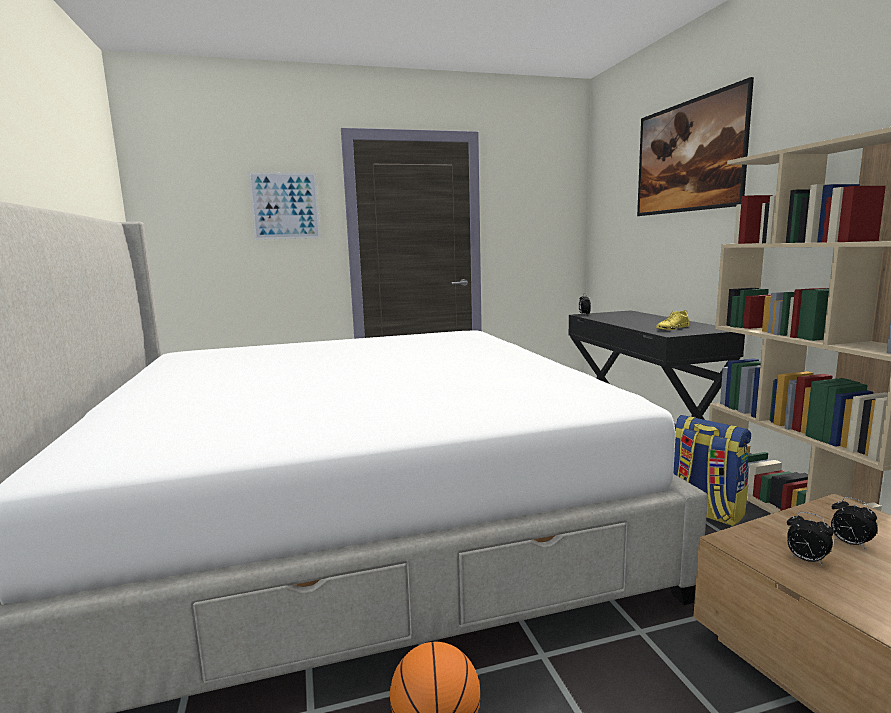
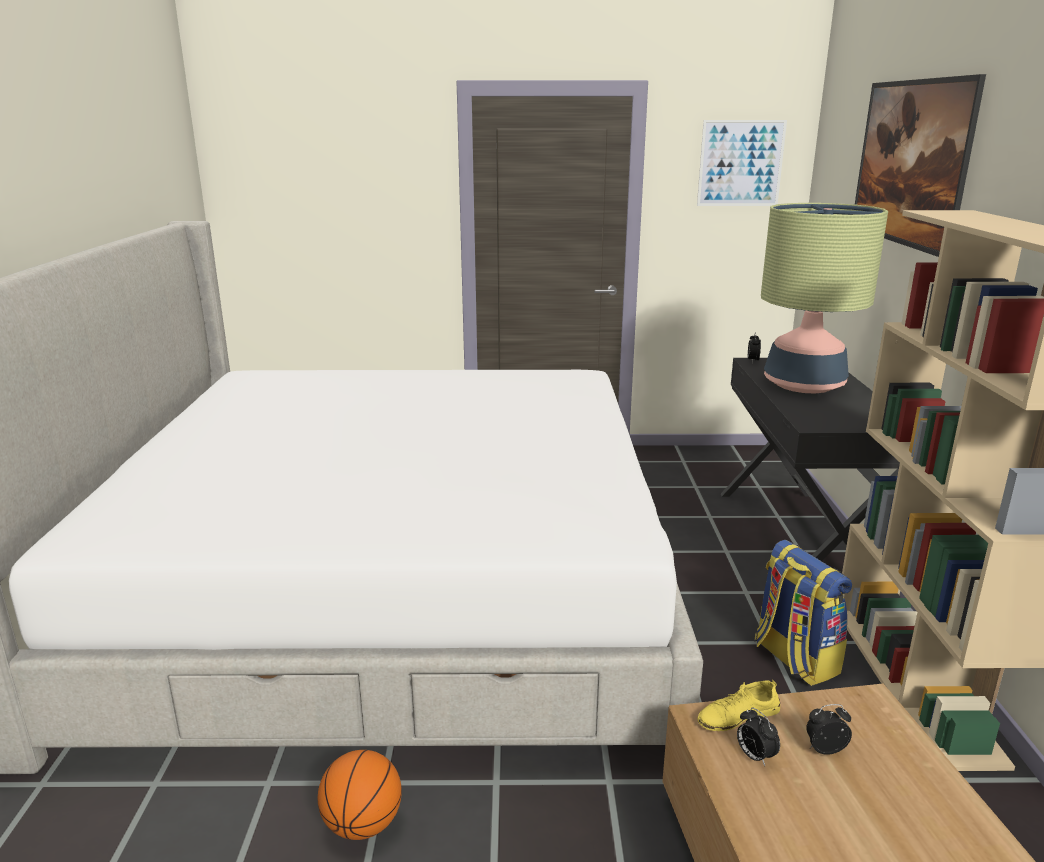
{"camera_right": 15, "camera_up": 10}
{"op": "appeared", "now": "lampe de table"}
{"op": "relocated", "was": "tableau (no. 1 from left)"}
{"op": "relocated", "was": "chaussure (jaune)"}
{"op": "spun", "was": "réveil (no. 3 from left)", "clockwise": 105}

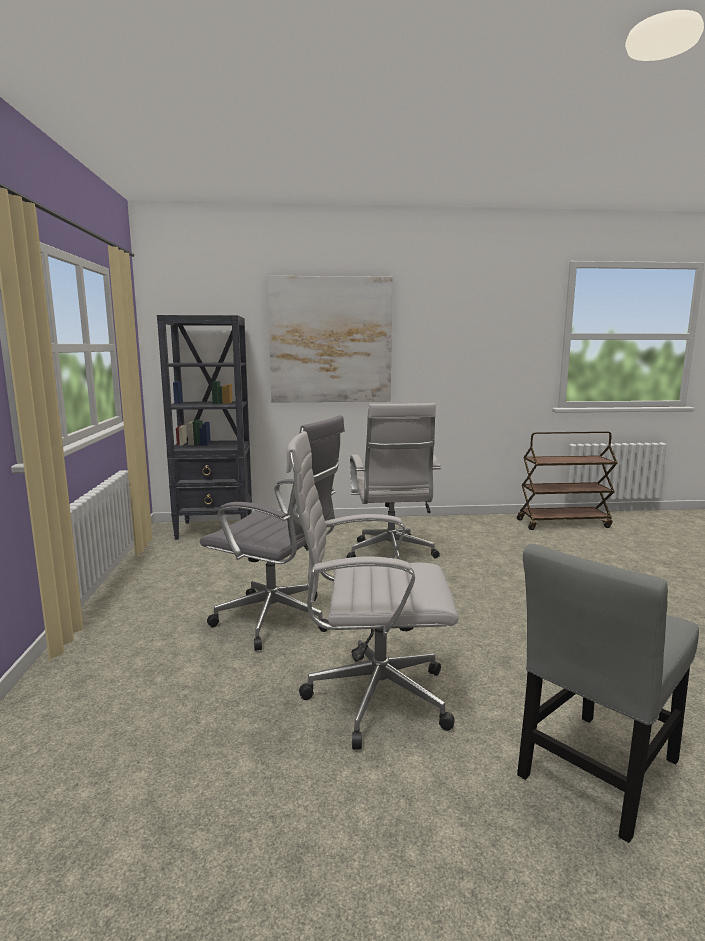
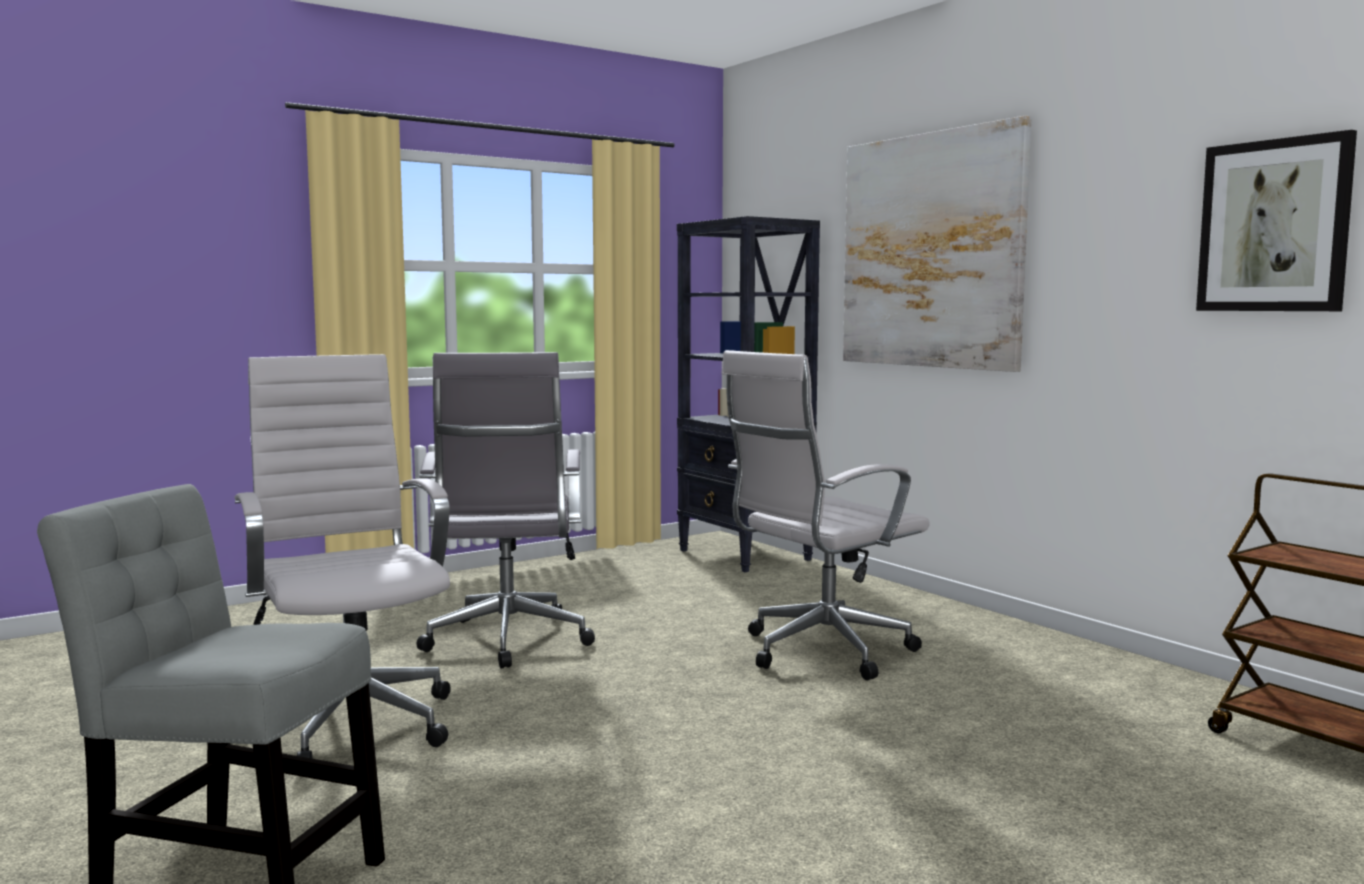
{"camera_right": 60, "camera_up": -5}
{"op": "appeared", "now": "tableau (no. 2 from left)"}

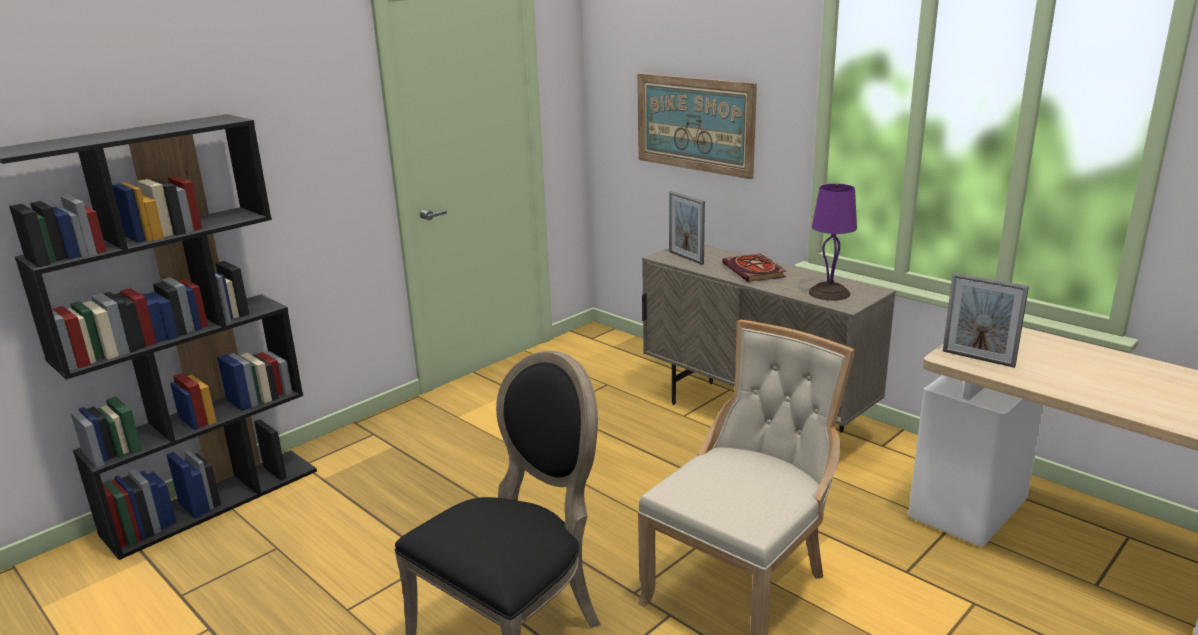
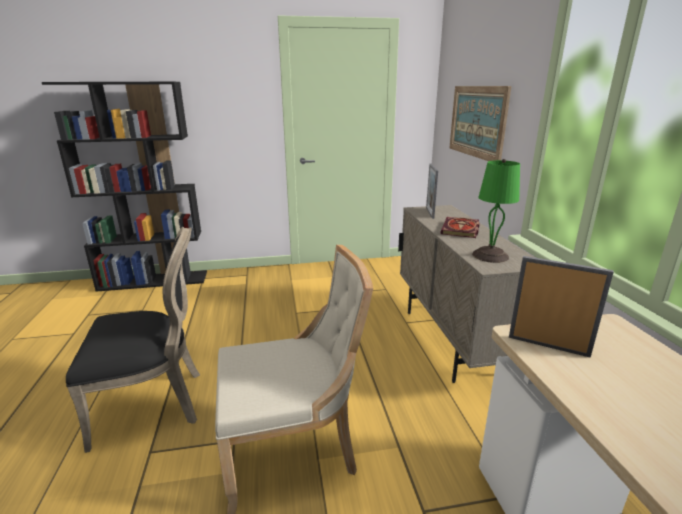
{"camera_right": 35, "camera_up": 0}
{"op": "colour", "was": "lampe de table (violet)", "now": "lampe de table (vert)"}
{"op": "spun", "was": "cadre photo (no. 2 from left)", "clockwise": 135}

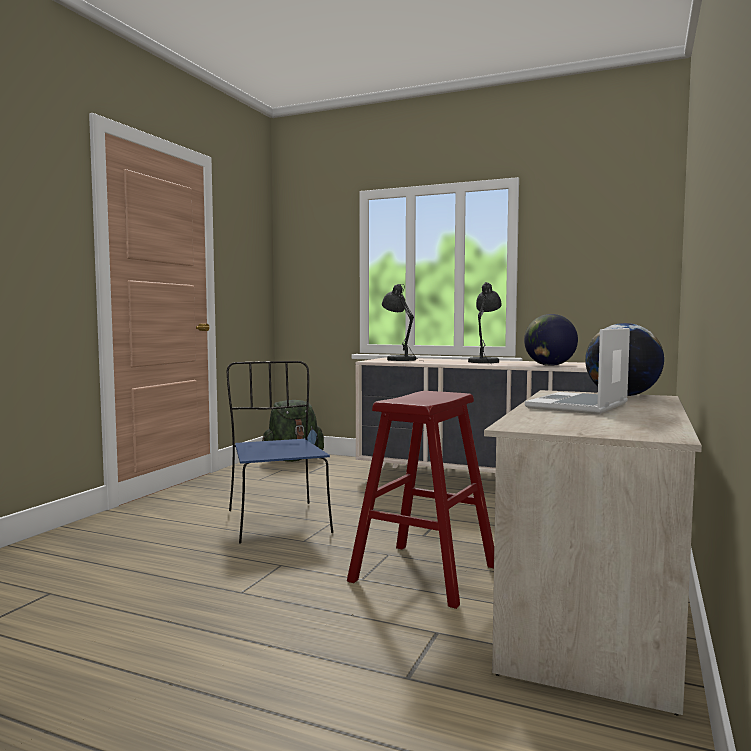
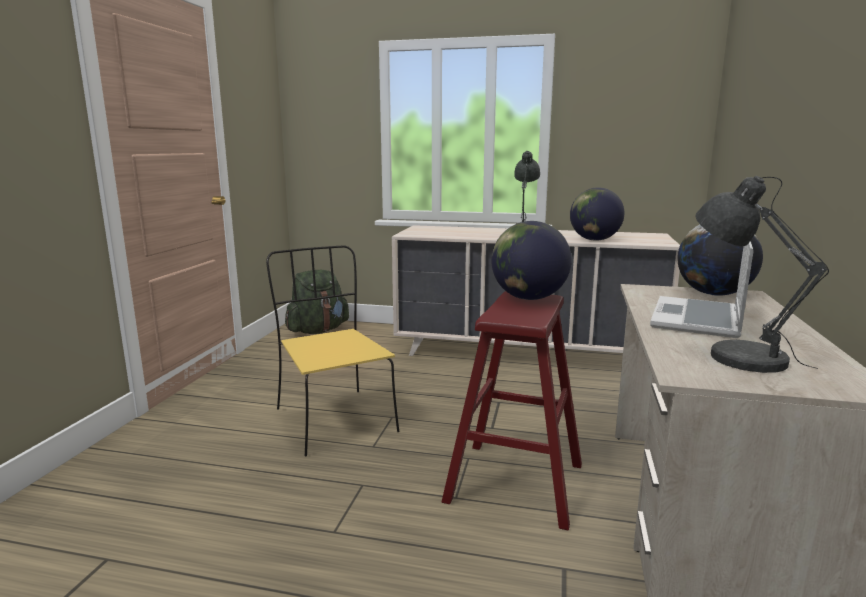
{"camera_right": -10, "camera_up": 10}
{"op": "appeared", "now": "globe (no. 1 from left)"}
{"op": "relocated", "was": "lampe de table (gris) (no. 1 from left in the first image)", "now": "lampe de table (gris) (no. 2 from left)"}
{"op": "colour", "was": "chaise (bleu)", "now": "chaise (jaune)"}

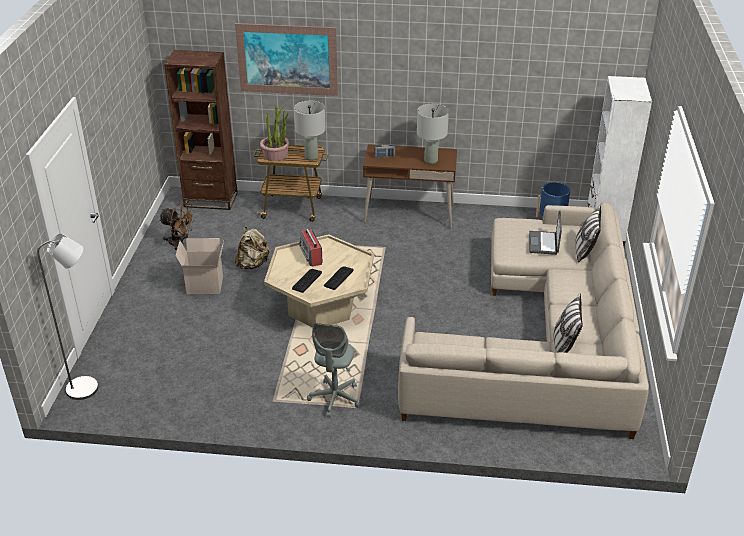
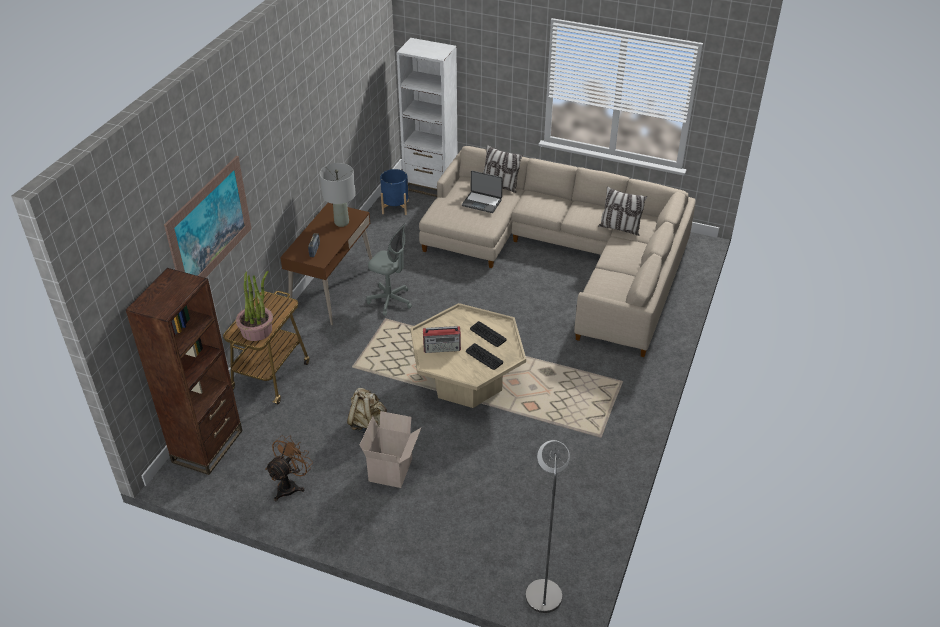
{"camera_right": -75, "camera_up": 5}
{"op": "missing", "was": "lampe de table (gris) (no. 1 from left)"}
{"op": "relocated", "was": "chaise de bureau (gris)"}

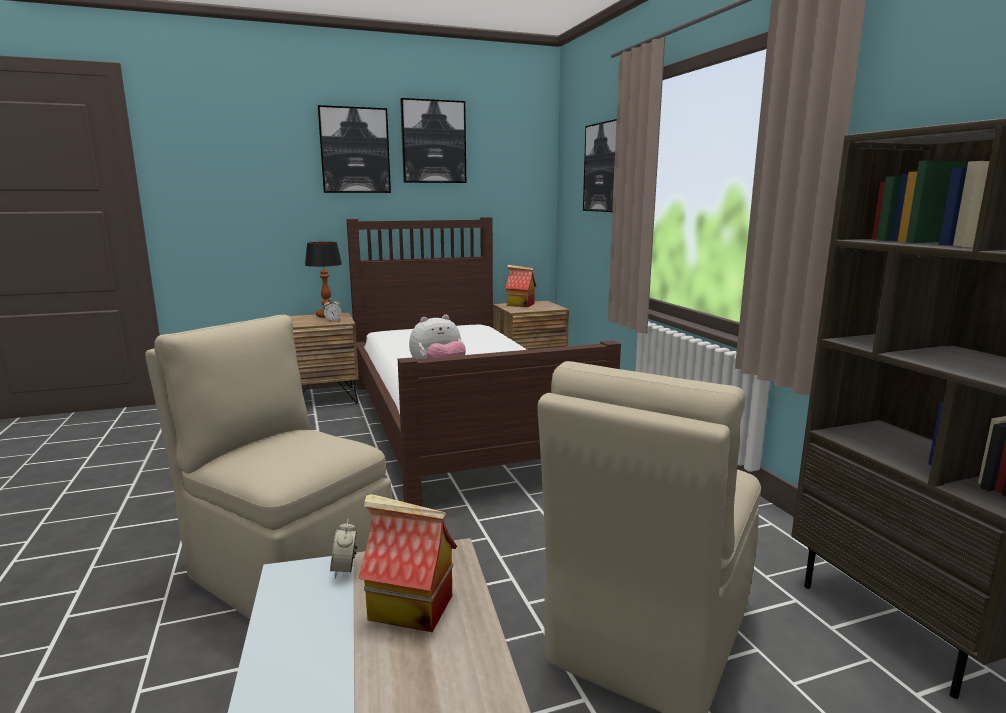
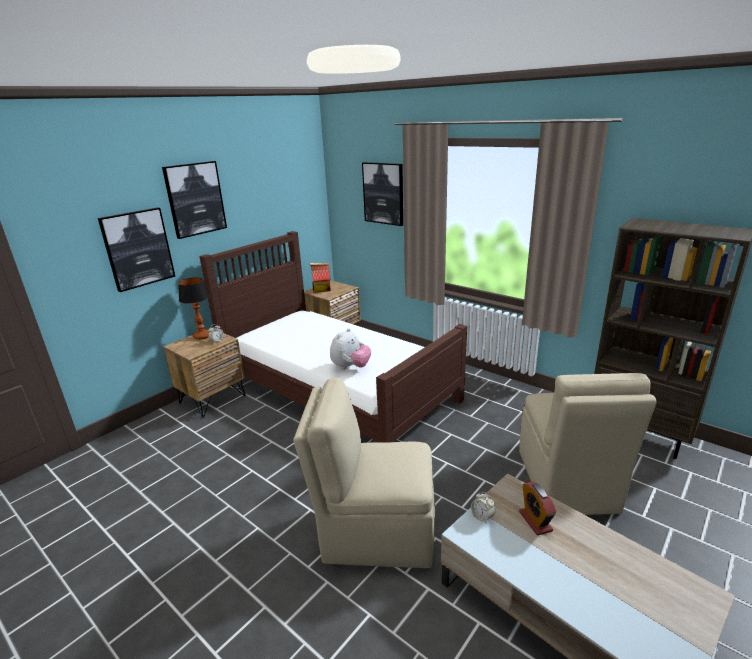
{"camera_right": -30, "camera_up": 10}
{"op": "relocated", "was": "tableau (no. 2 from left in the first image)", "now": "tableau (no. 1 from left)"}
{"op": "exchanged", "was": "maison miniature (no. 1 from left)", "now": "réveil (no. 3 from left)"}

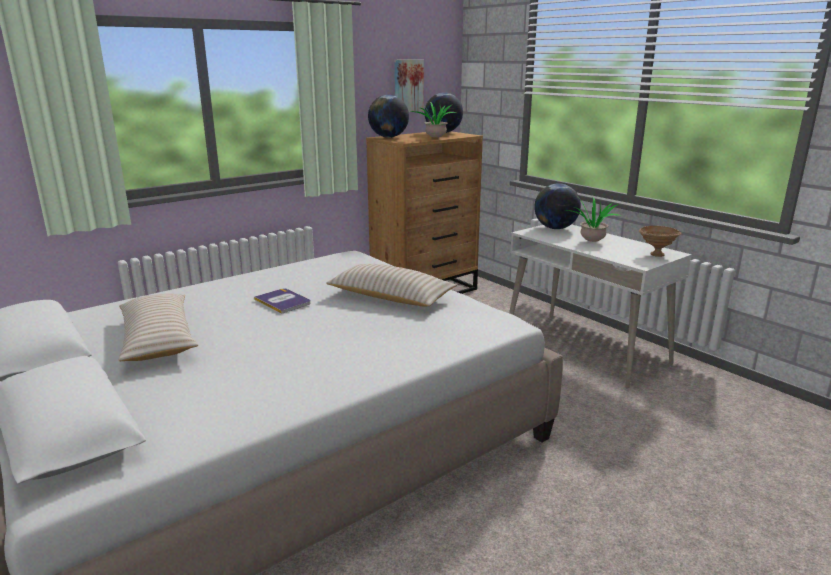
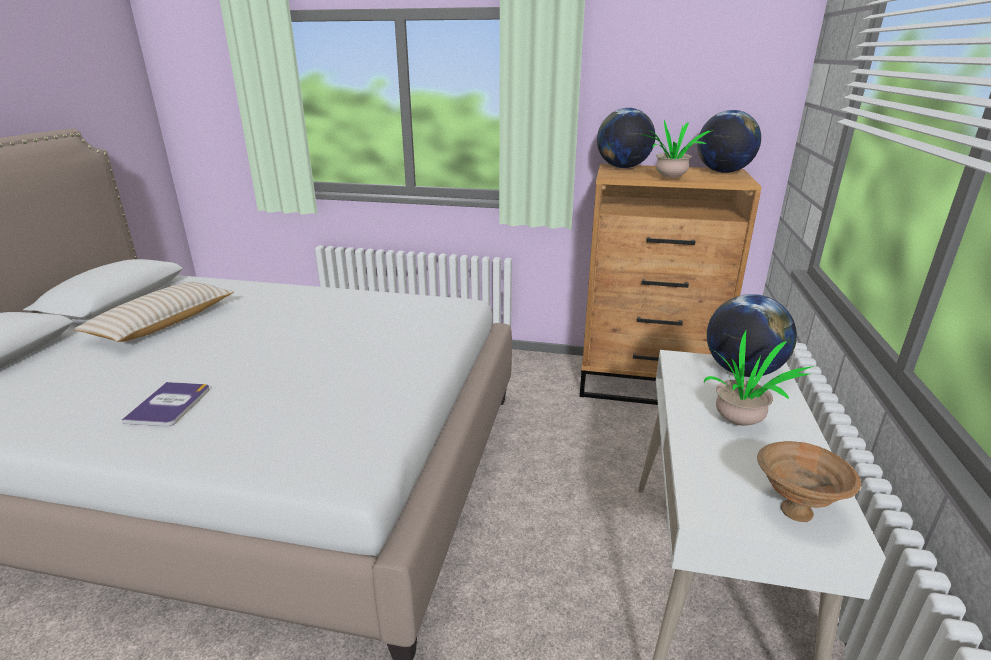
{"camera_right": 50, "camera_up": 5}
{"op": "missing", "was": "coussin (beige) (no. 2 from left)"}
{"op": "missing", "was": "tableau"}
{"op": "relocated", "was": "livre"}

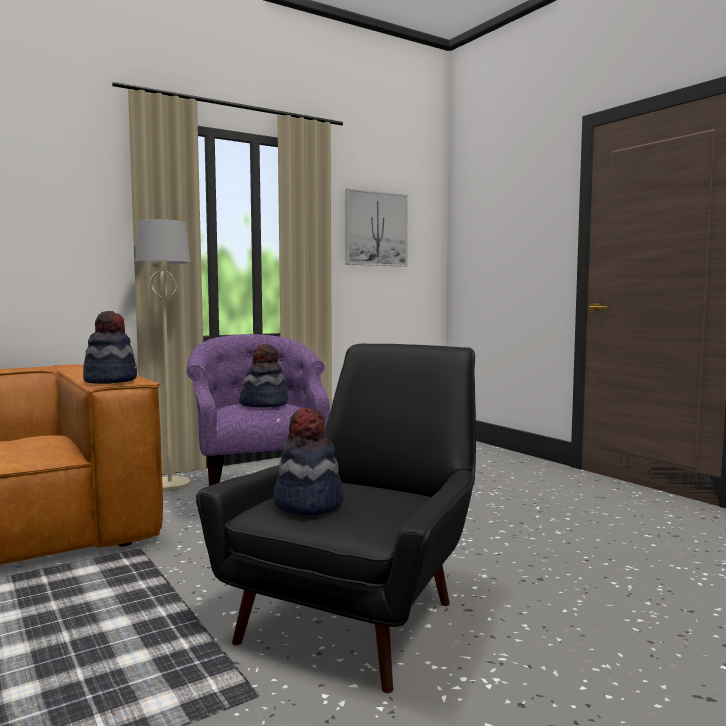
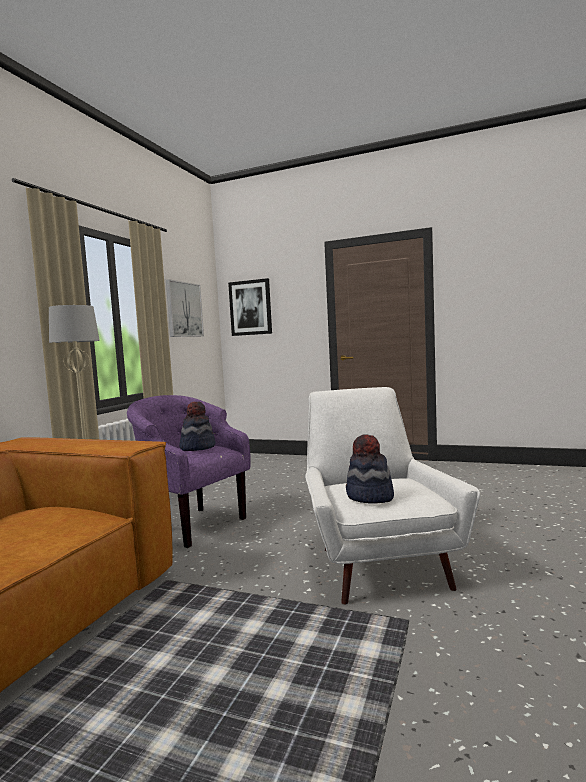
{"camera_right": -35, "camera_up": 0}
{"op": "missing", "was": "chapeau (no. 1 from left)"}
{"op": "appeared", "now": "tableau (no. 2 from left)"}
{"op": "colour", "was": "fauteuil (noir)", "now": "fauteuil (blanc)"}

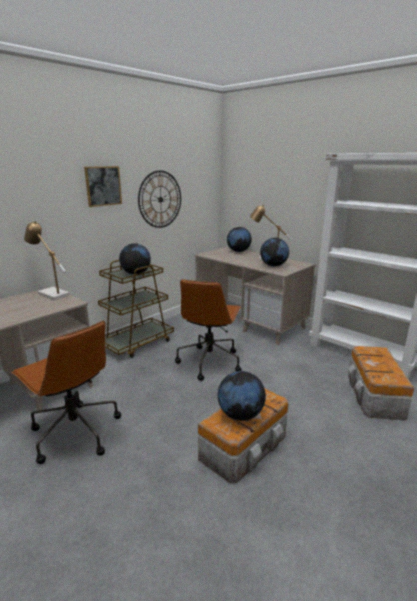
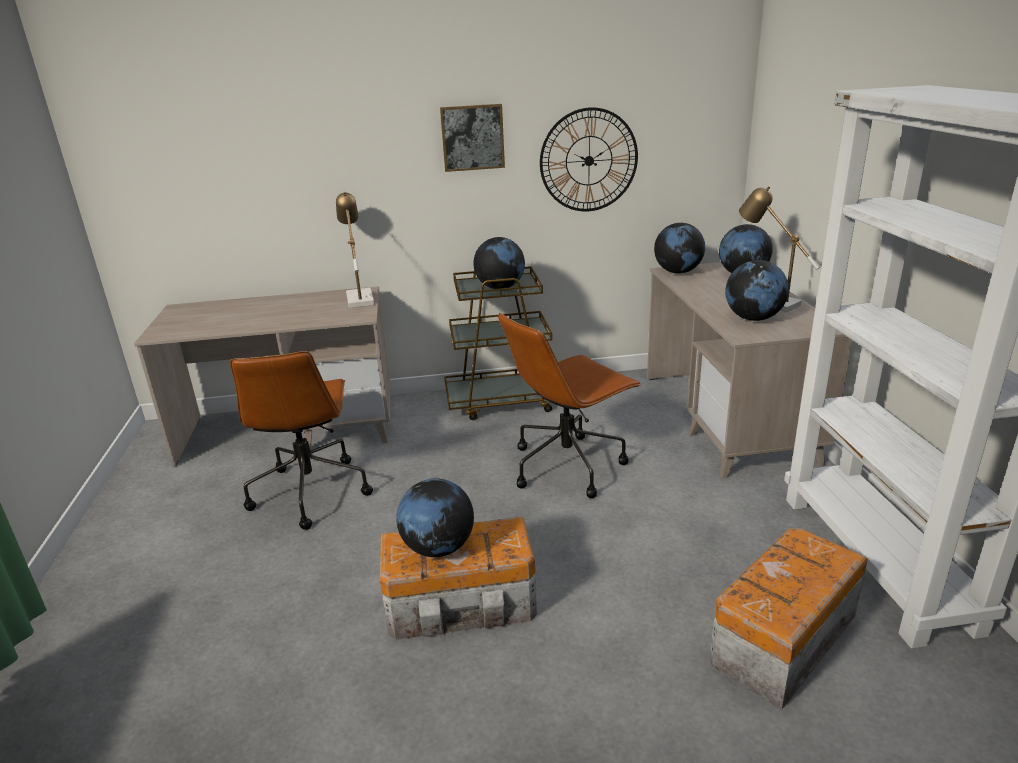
{"camera_right": 40, "camera_up": 5}
{"op": "appeared", "now": "globe (no. 3 from left)"}

